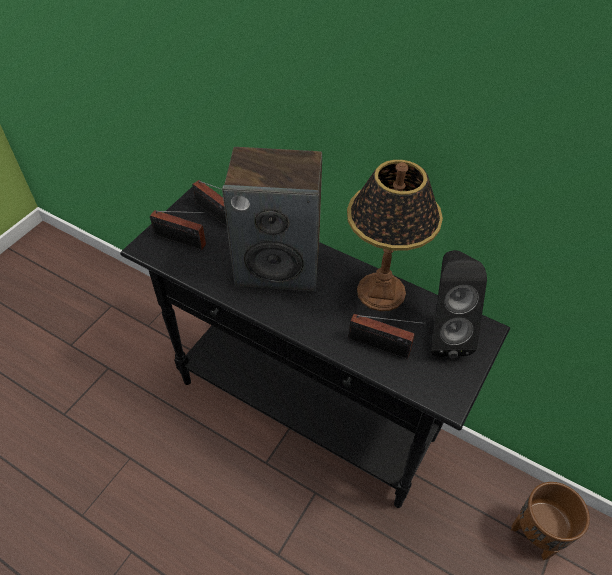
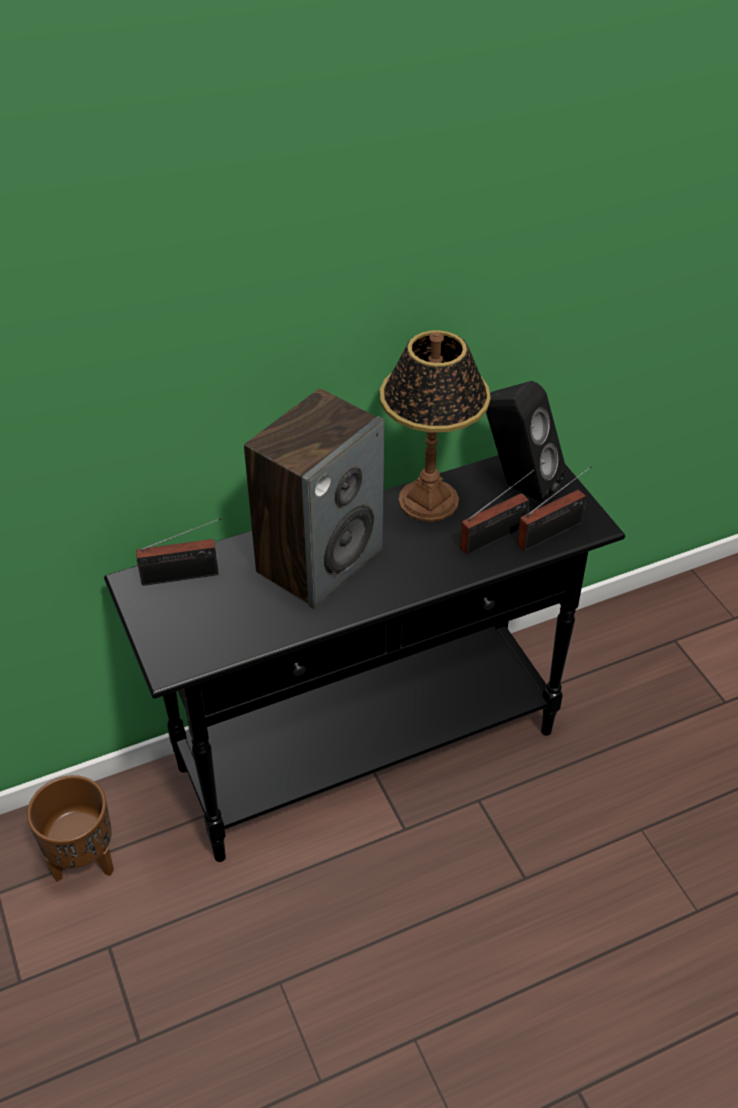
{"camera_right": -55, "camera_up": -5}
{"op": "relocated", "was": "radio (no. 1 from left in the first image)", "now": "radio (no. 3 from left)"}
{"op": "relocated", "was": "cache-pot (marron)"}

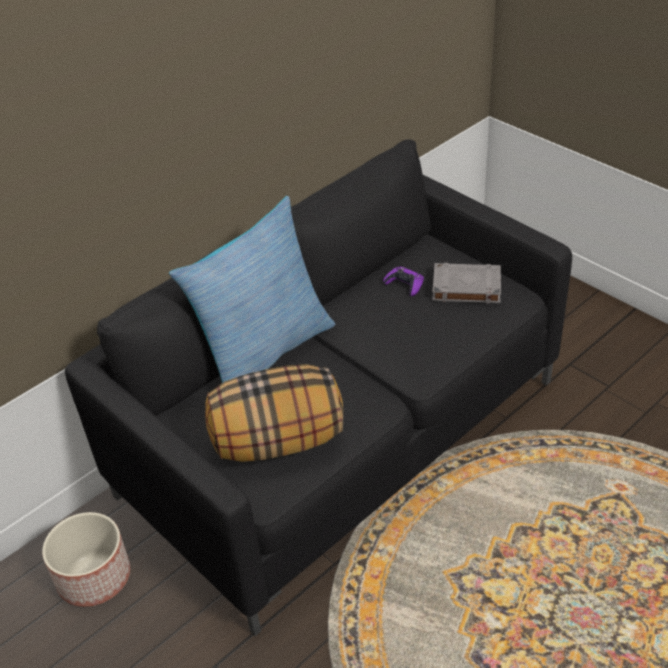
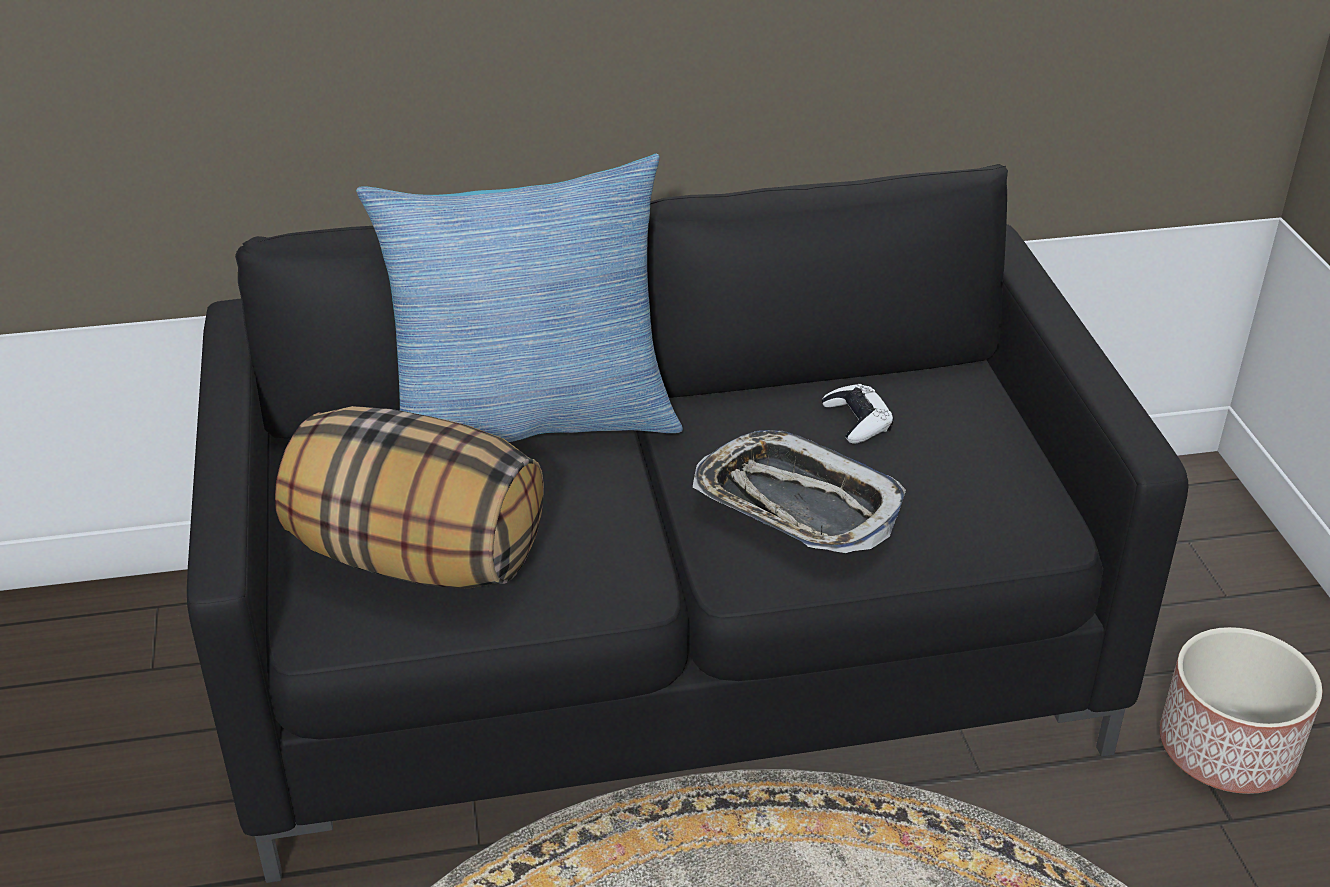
{"camera_right": 30, "camera_up": -5}
{"op": "missing", "was": "livre (gris)"}
{"op": "appeared", "now": "plateau"}
{"op": "relocated", "was": "cache-pot"}
{"op": "colour", "was": "manette (violet)", "now": "manette (blanc)"}

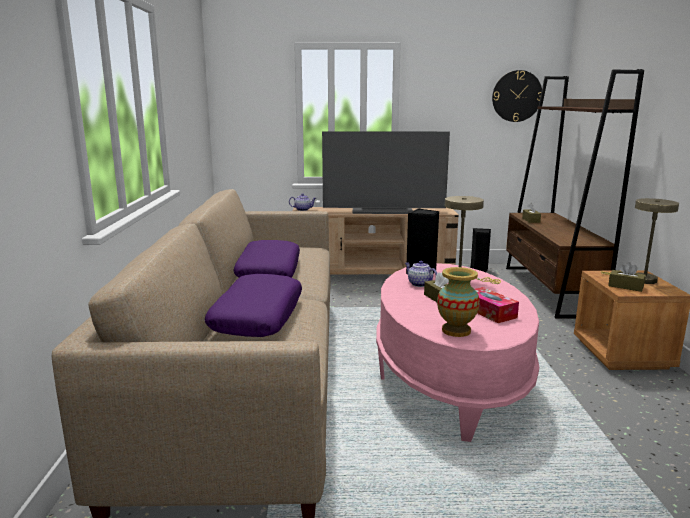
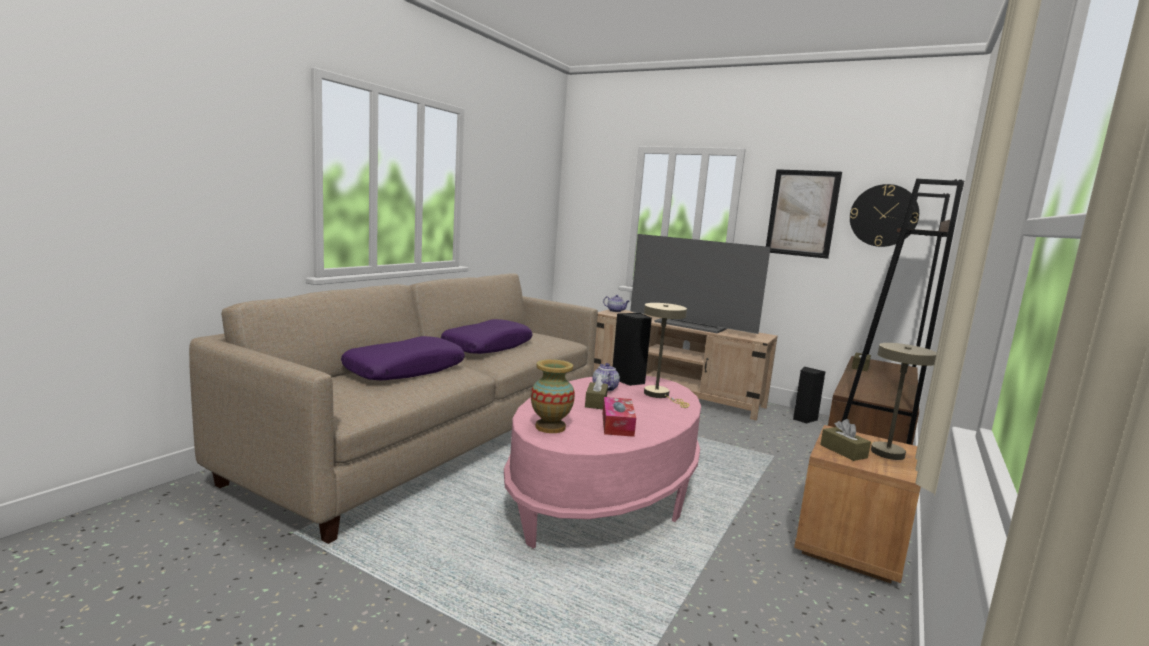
{"camera_right": 30, "camera_up": -5}
{"op": "appeared", "now": "tableau"}

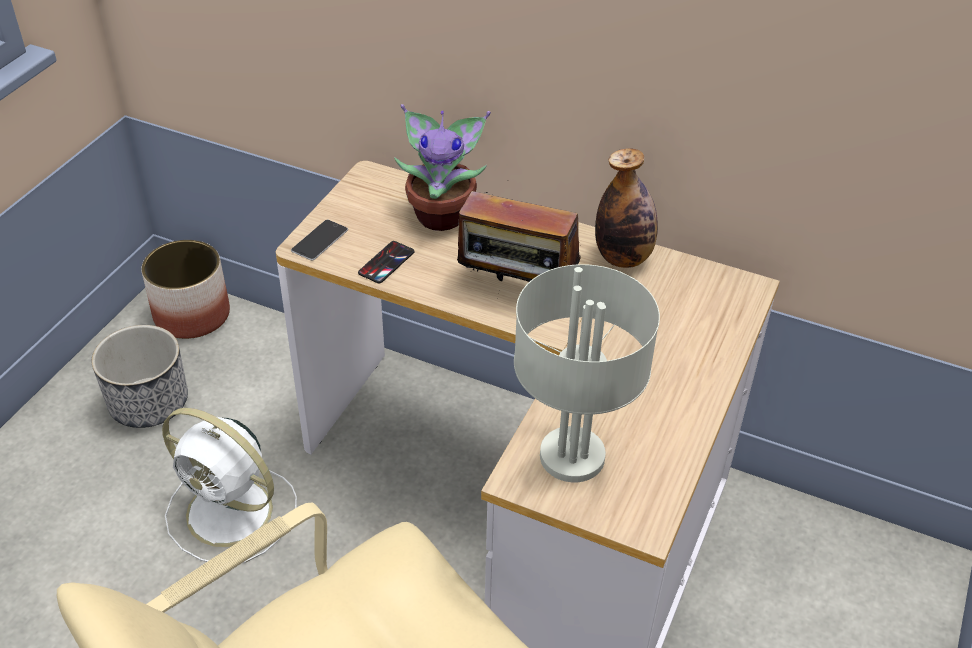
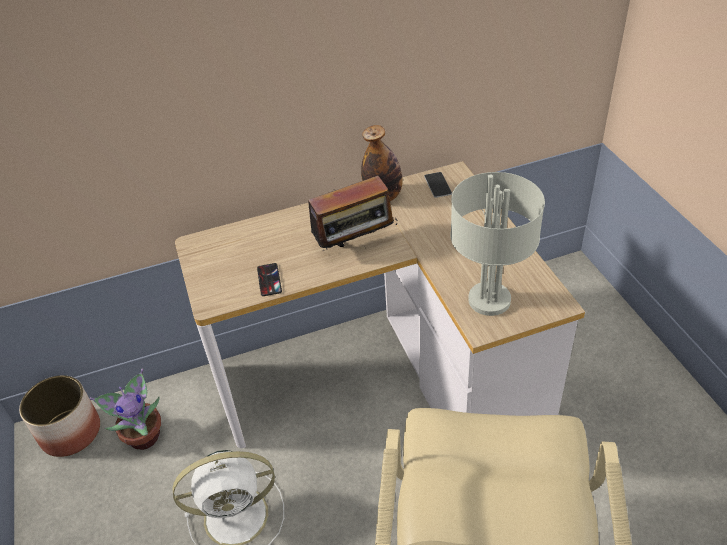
{"camera_right": -40, "camera_up": 0}
{"op": "missing", "was": "cache-pot (no. 1 from left)"}
{"op": "relocated", "was": "téléphone (no. 1 from left in the first image)", "now": "téléphone (no. 2 from left)"}
{"op": "relocated", "was": "plante en pot"}

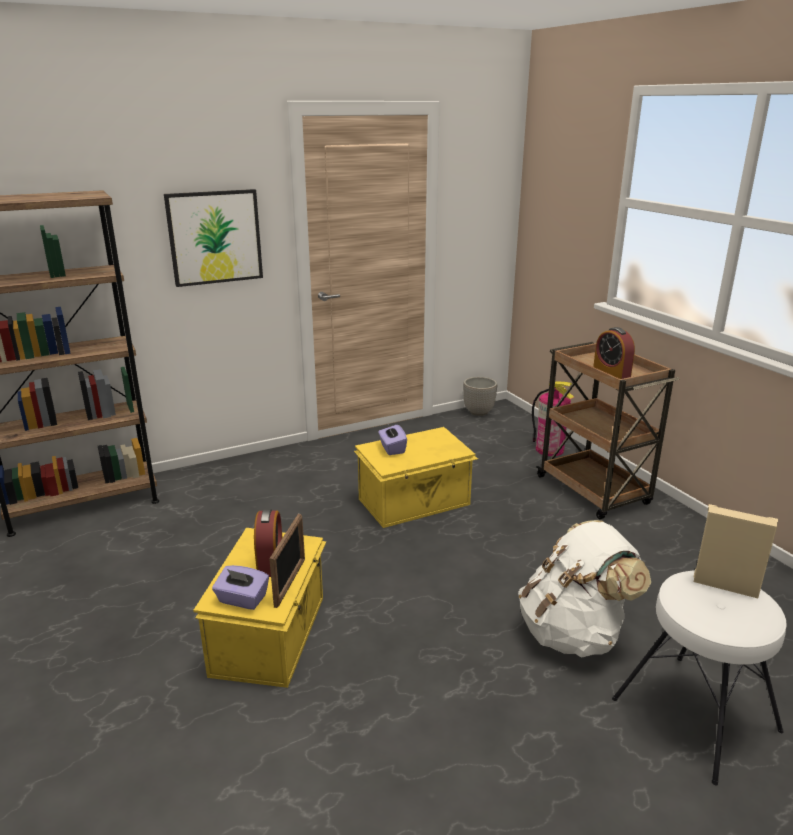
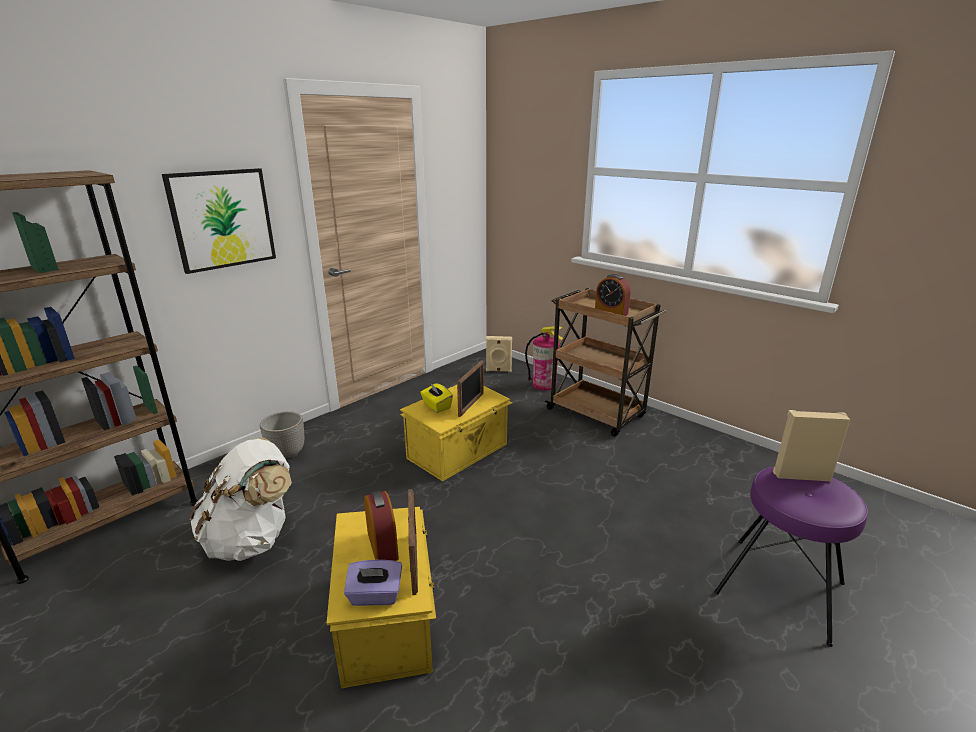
{"camera_right": -20, "camera_up": 0}
{"op": "appeared", "now": "cadre photo (no. 2 from left)"}
{"op": "appeared", "now": "enceinte (beige) (no. 1 from left)"}
{"op": "relocated", "was": "cache-pot"}
{"op": "relocated", "was": "sac à dos (blanc)"}
{"op": "colour", "was": "boîte à mouchoirs (violet) (no. 2 from left)", "now": "boîte à mouchoirs (jaune)"}
{"op": "colour", "was": "tabouret (blanc)", "now": "tabouret (violet)"}

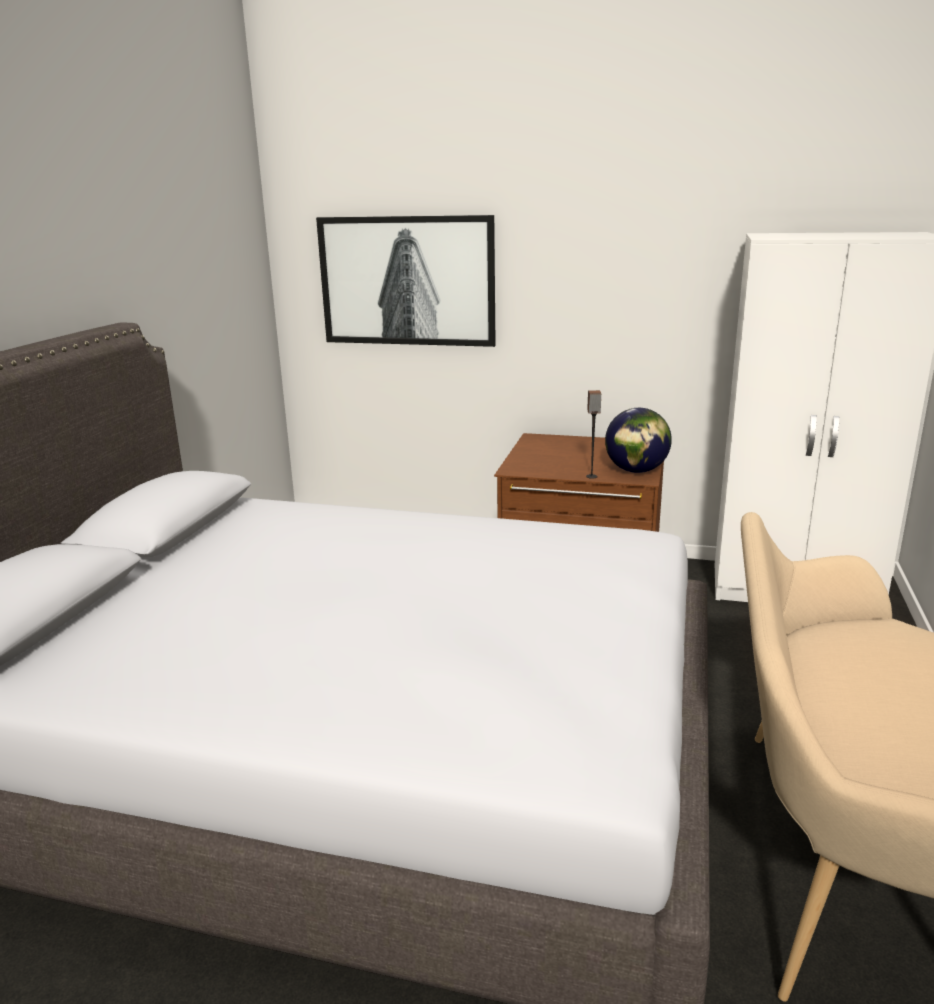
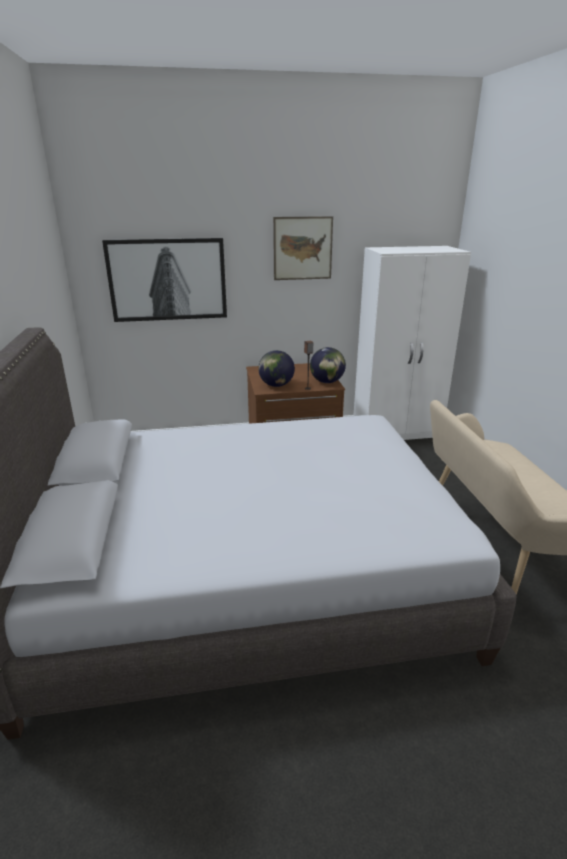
{"camera_right": -25, "camera_up": 5}
{"op": "appeared", "now": "globe (no. 1 from left)"}
{"op": "appeared", "now": "tableau (no. 2 from left)"}

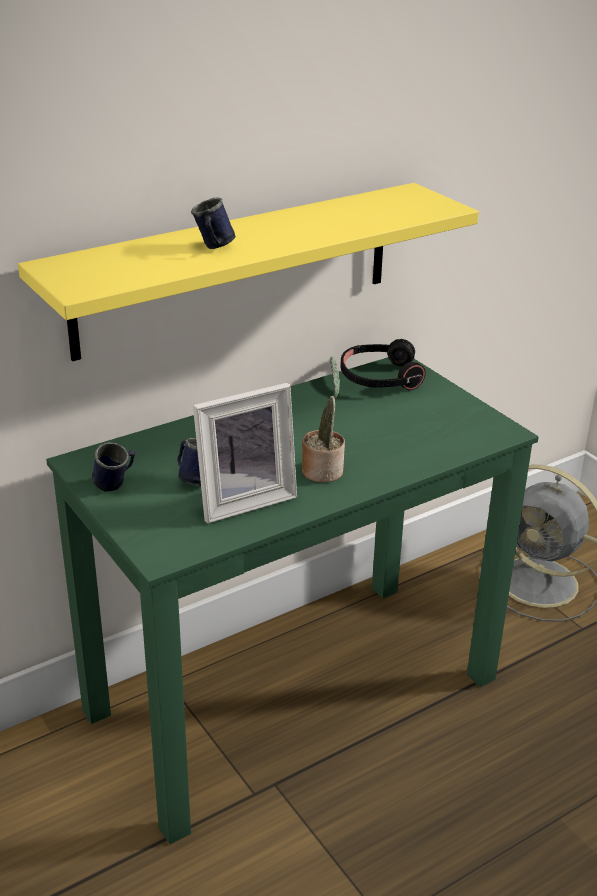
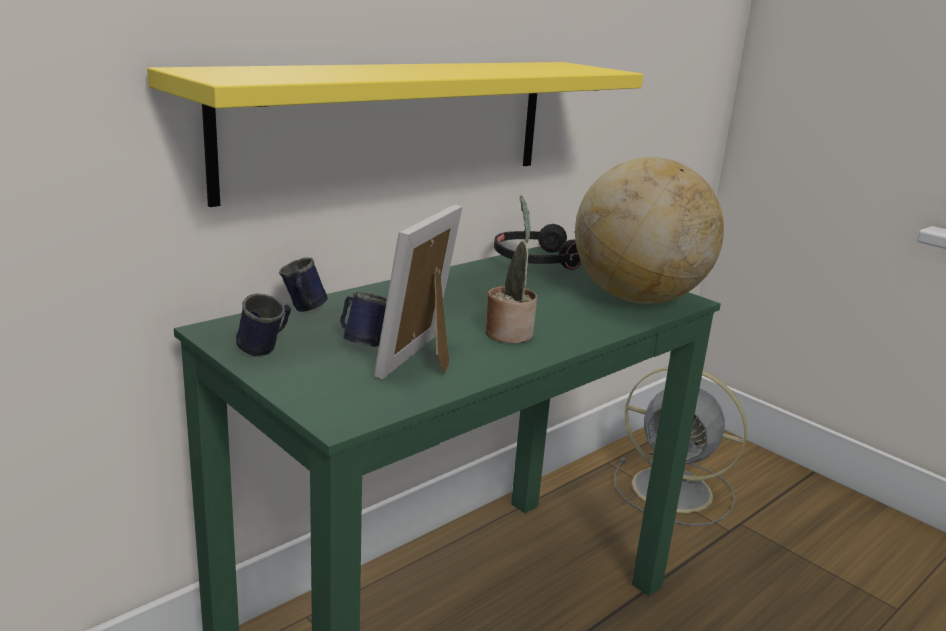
{"camera_right": -10, "camera_up": -10}
{"op": "appeared", "now": "globe"}
{"op": "relocated", "was": "mug (bleu) (no. 3 from left in the first image)", "now": "mug (bleu) (no. 2 from left)"}
{"op": "spun", "was": "cadre photo", "clockwise": 150}

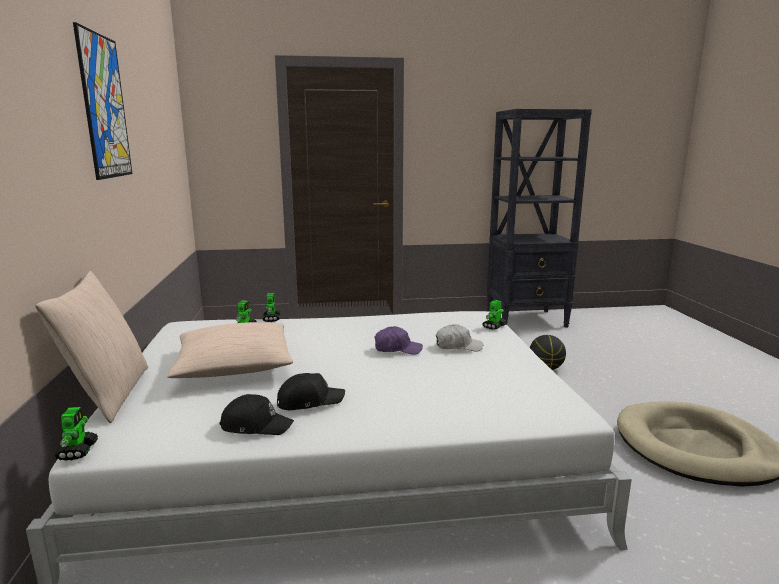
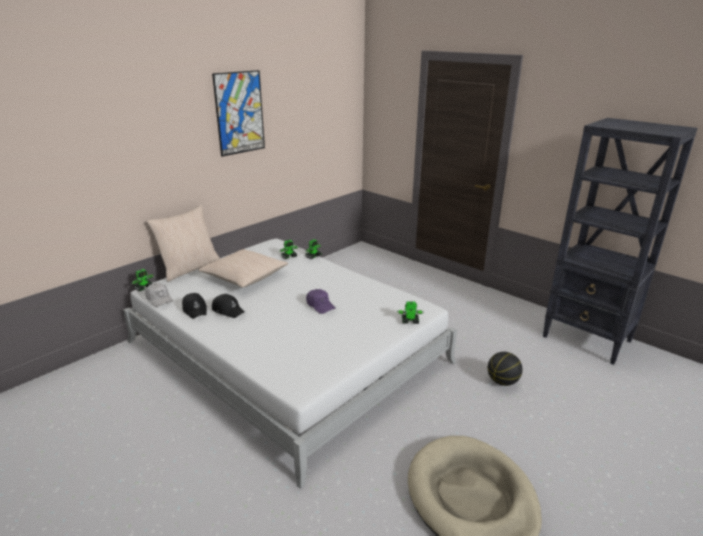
{"camera_right": 50, "camera_up": 10}
{"op": "relocated", "was": "casquette (blanc)"}

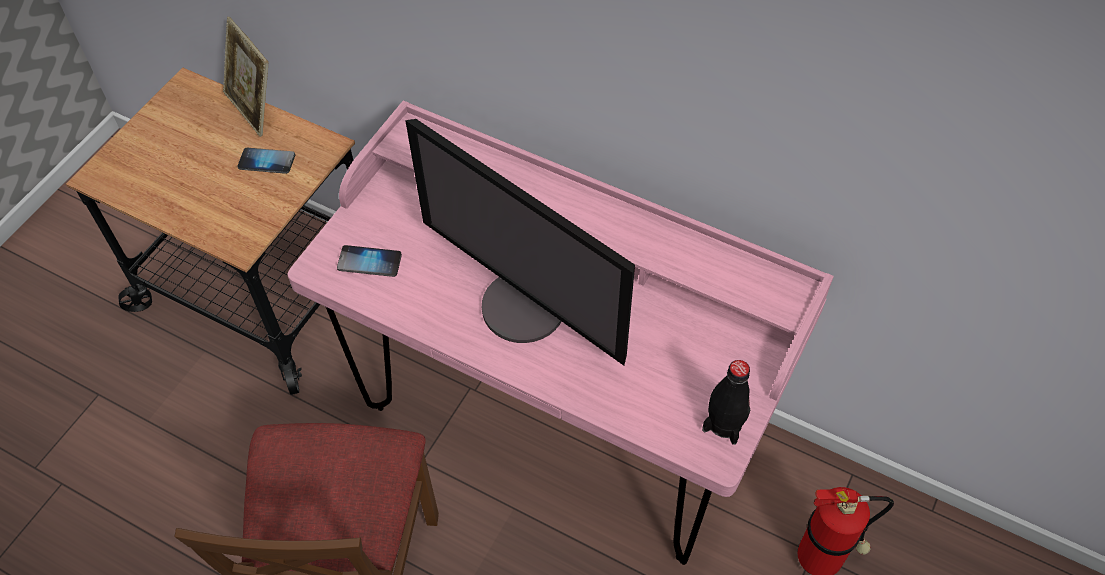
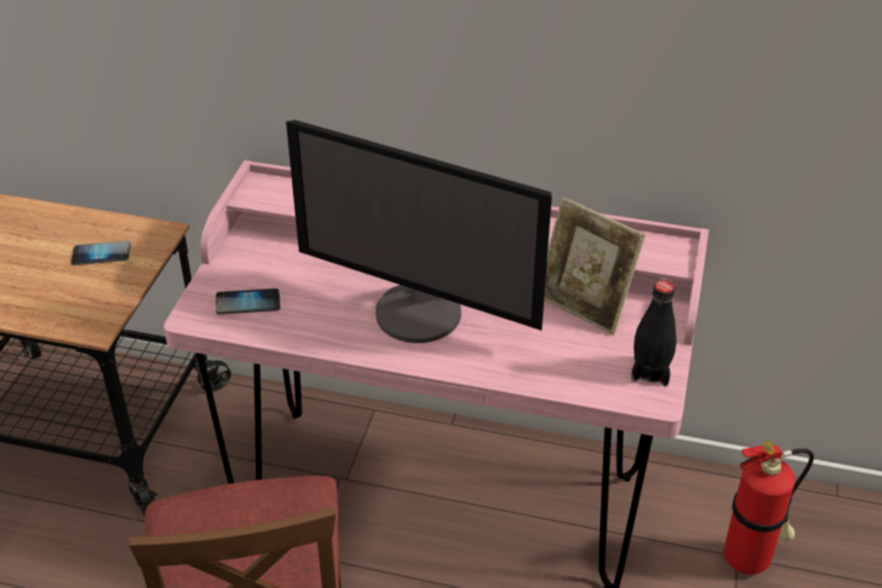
{"camera_right": -15, "camera_up": -15}
{"op": "relocated", "was": "cadre photo"}

